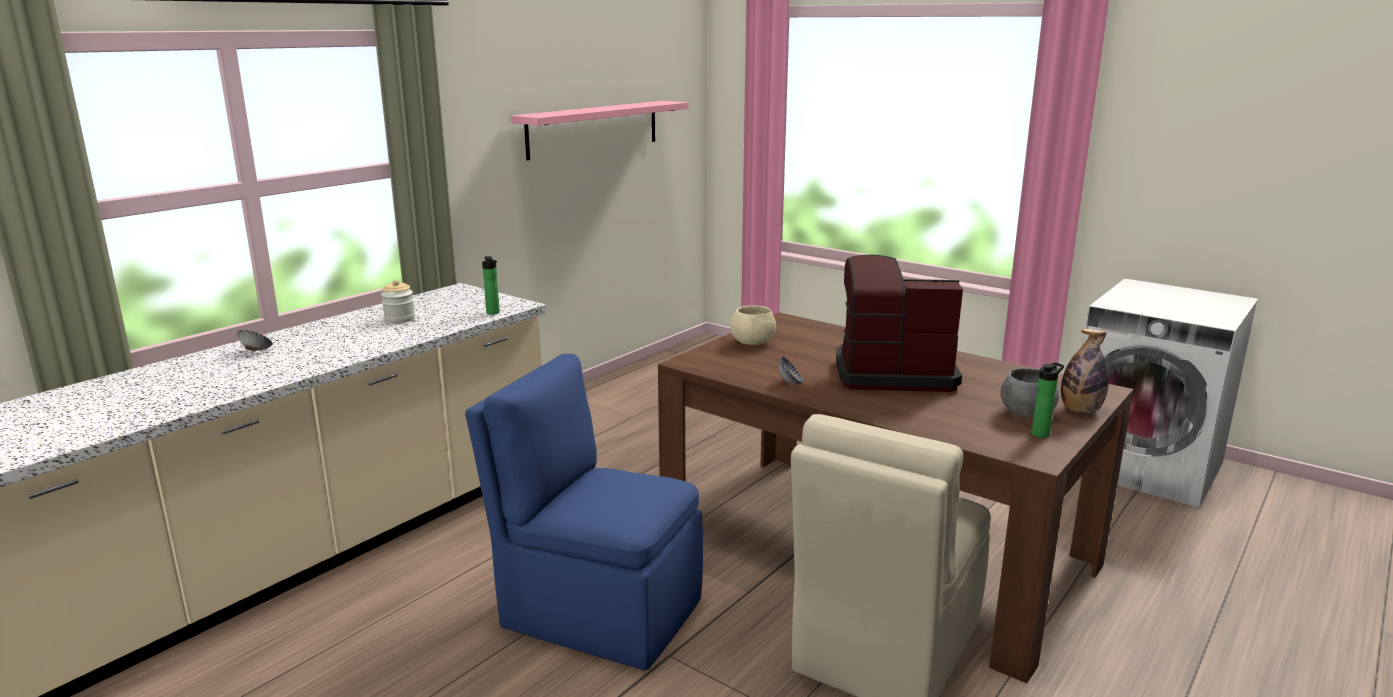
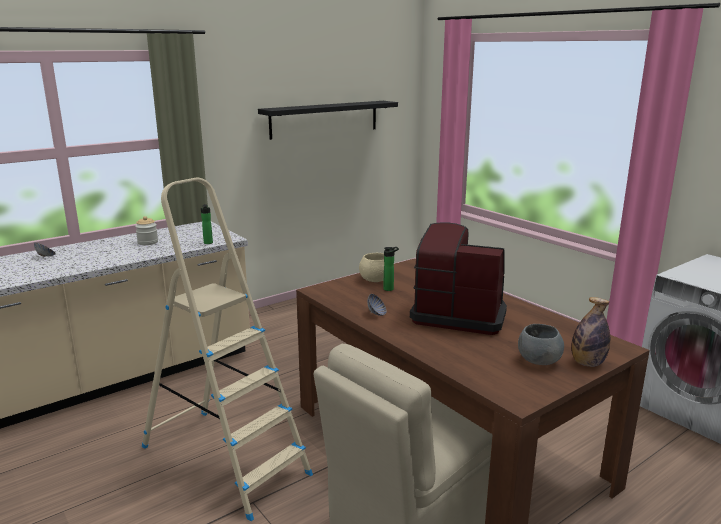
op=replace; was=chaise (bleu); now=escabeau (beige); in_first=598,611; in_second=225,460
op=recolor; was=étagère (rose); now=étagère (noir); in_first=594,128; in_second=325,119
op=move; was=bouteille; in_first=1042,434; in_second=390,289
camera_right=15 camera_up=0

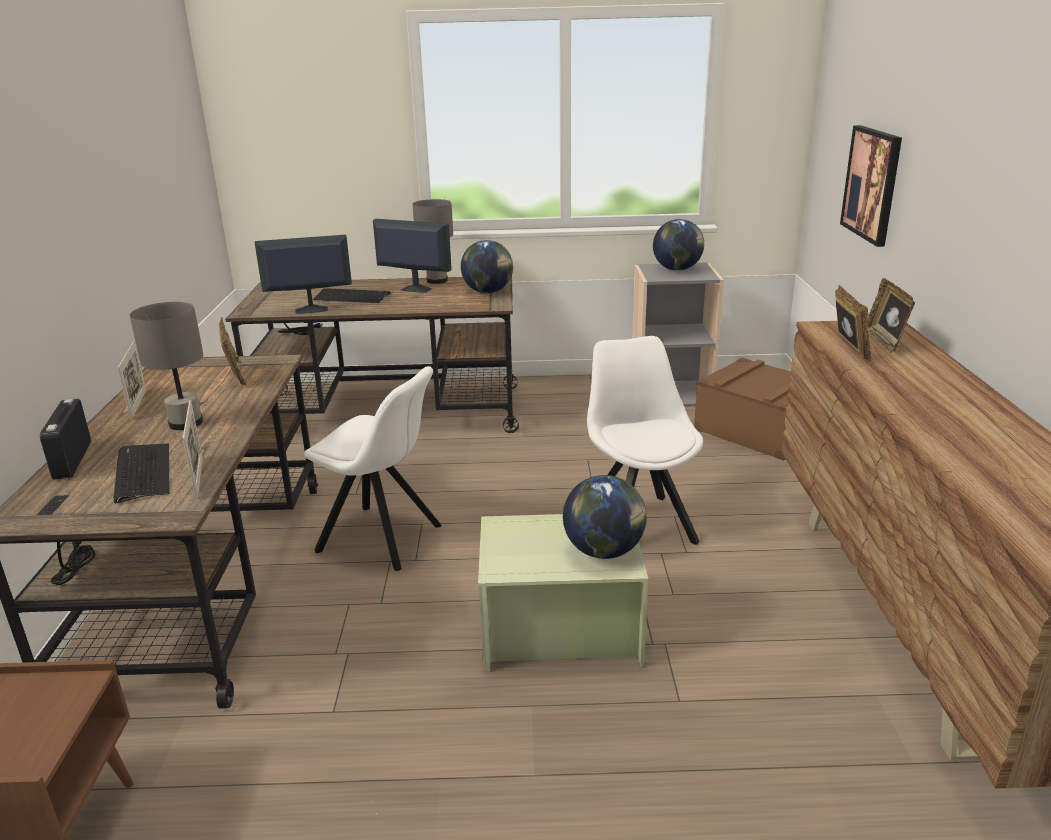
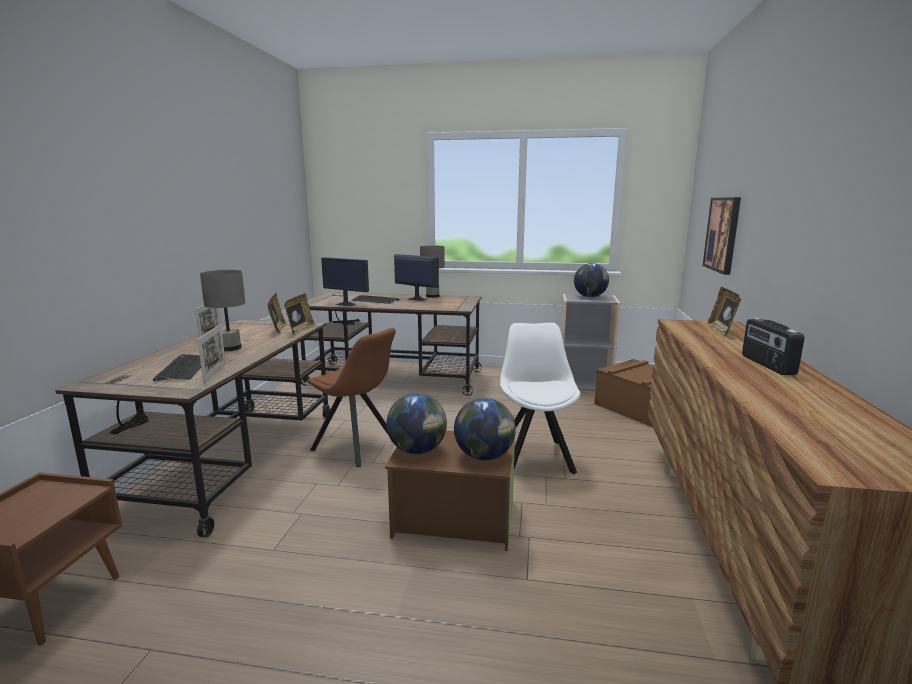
op=move; was=cadre photo; in_first=847,349; in_second=300,330
op=recolor; was=chaise (blanc); now=chaise (marron); in_first=381,538; in_second=356,447
op=rotate; was=écran d'ordinateur; in_first=310,310; in_second=346,304; clockwise=-150
op=recolor; was=boîte de rangement (vert); now=boîte de rangement (marron); in_first=559,629; in_second=454,517
op=move; was=globe; in_first=488,292; in_second=417,450
op=move; was=radio; in_first=71,460; in_second=766,365
camera_right=10 camera_up=-10

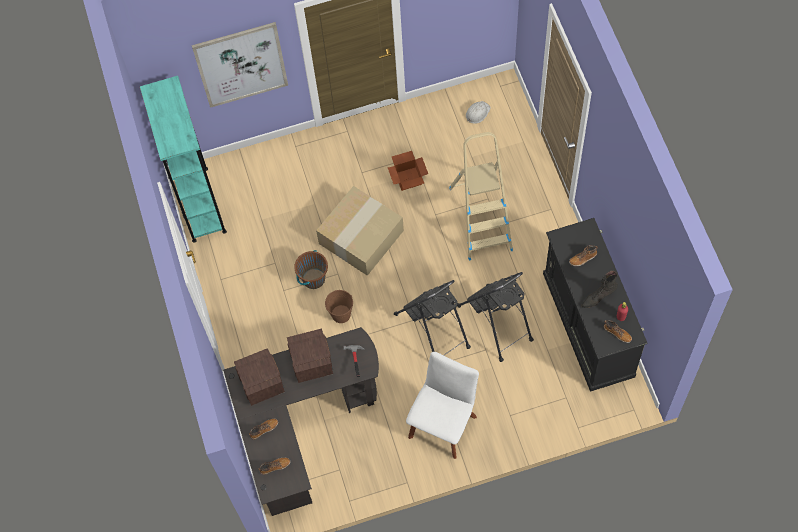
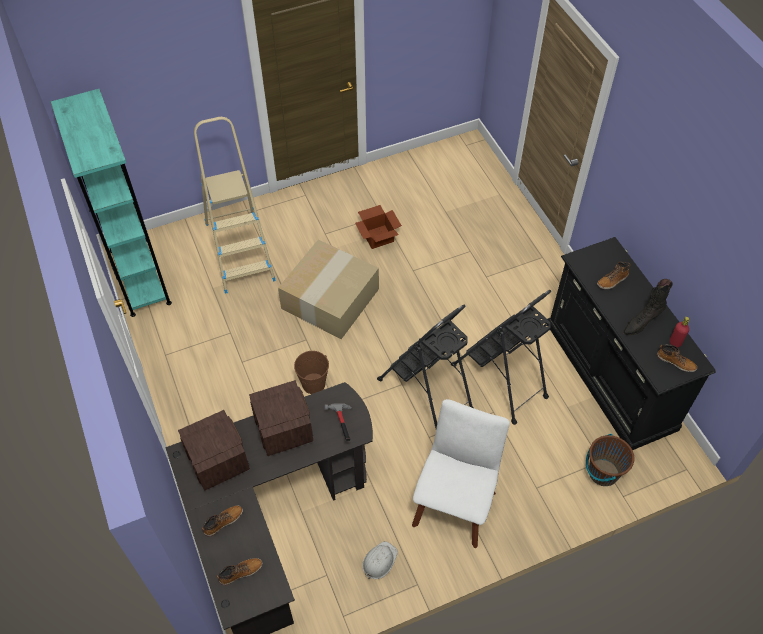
op=move; was=escabeau (beige); in_first=480,219; in_second=239,251
op=move; was=casque de chantier (blanc); in_first=477,113; in_second=379,561
op=move; was=seau (marron); in_first=313,279; in_second=603,473
op=delete; was=tableau; in_first=241,64
camera_right=-10 camera_up=-10

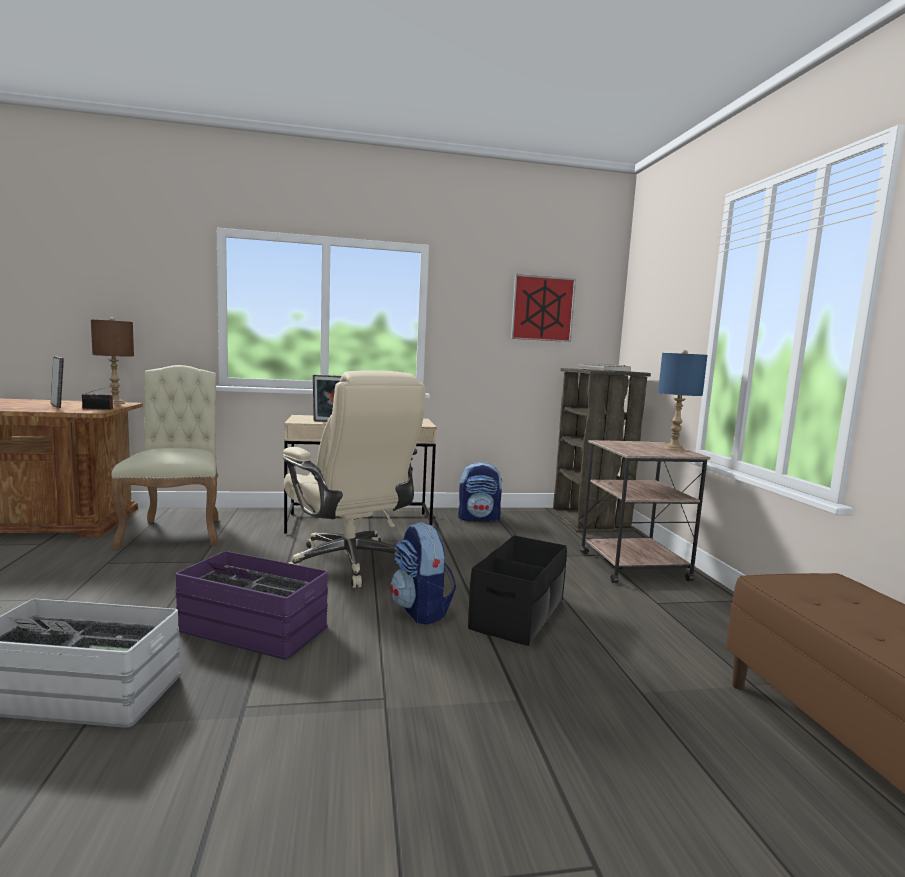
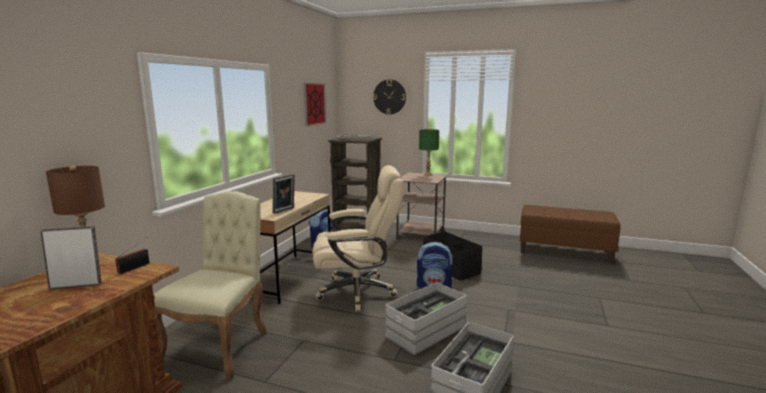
op=rotate; was=chaise (beige); in_first=176,532; in_second=220,347; clockwise=90
op=insert; now=horloge murale; in_second=389,97
op=recolor; was=boîte de rangement (violet); now=boîte de rangement (gris); in_first=252,628; in_second=426,331
op=recolor; was=lampe de table (bleu); now=lampe de table (vert); in_first=674,449; in_second=428,175
camera_right=-60 camera_up=5

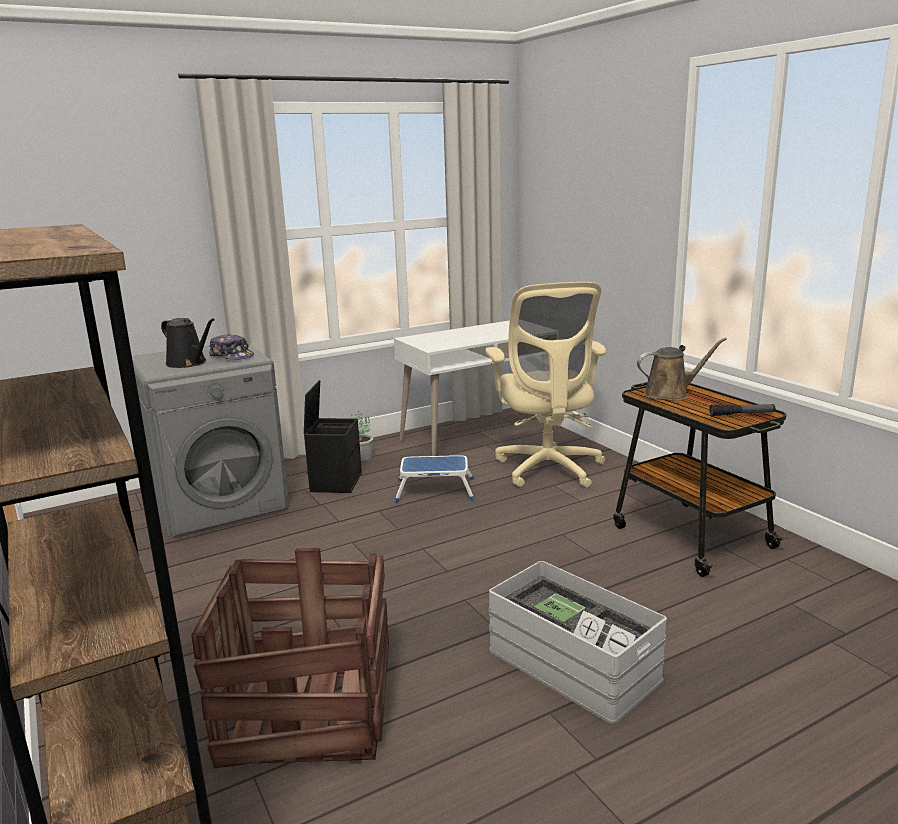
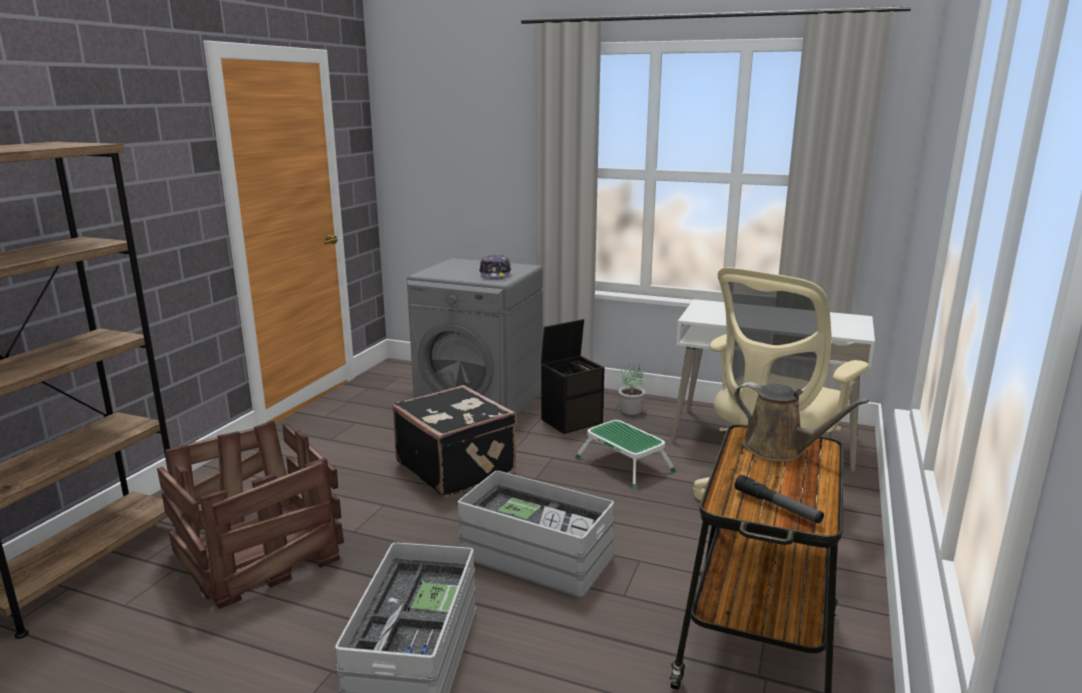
op=insert; now=valise (noir); in_second=457,467
op=insert; now=boîte de rangement (gris); in_second=537,555
op=recolor; was=escabeau (bleu); now=escabeau (vert); in_first=435,490; in_second=624,464
op=delete; was=arrosoir (noir); in_first=189,363
camera_right=50 camera_up=0

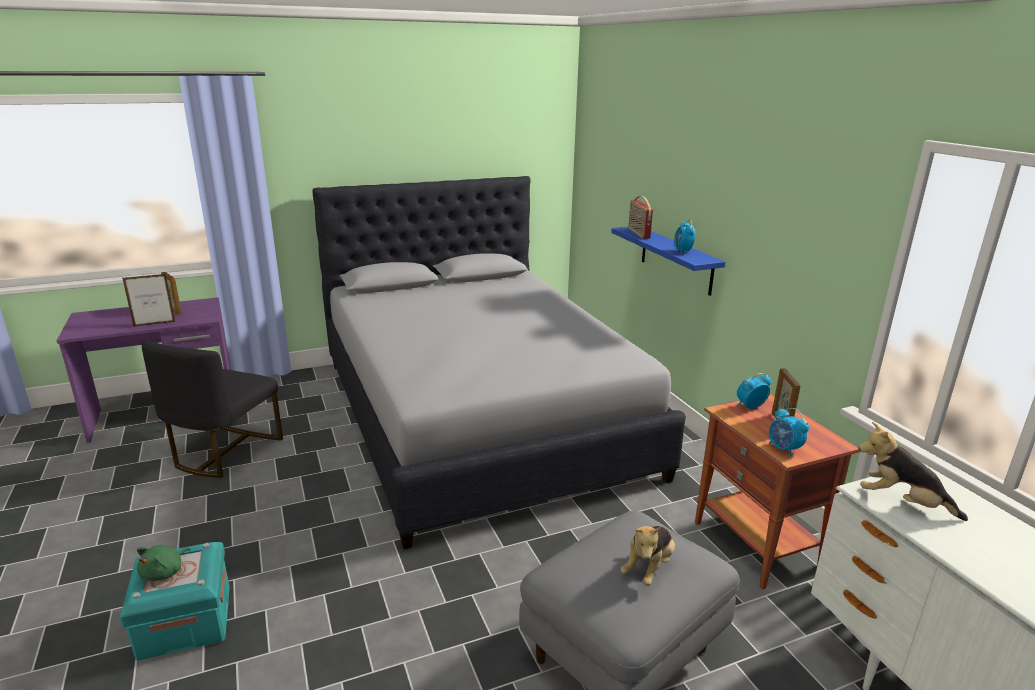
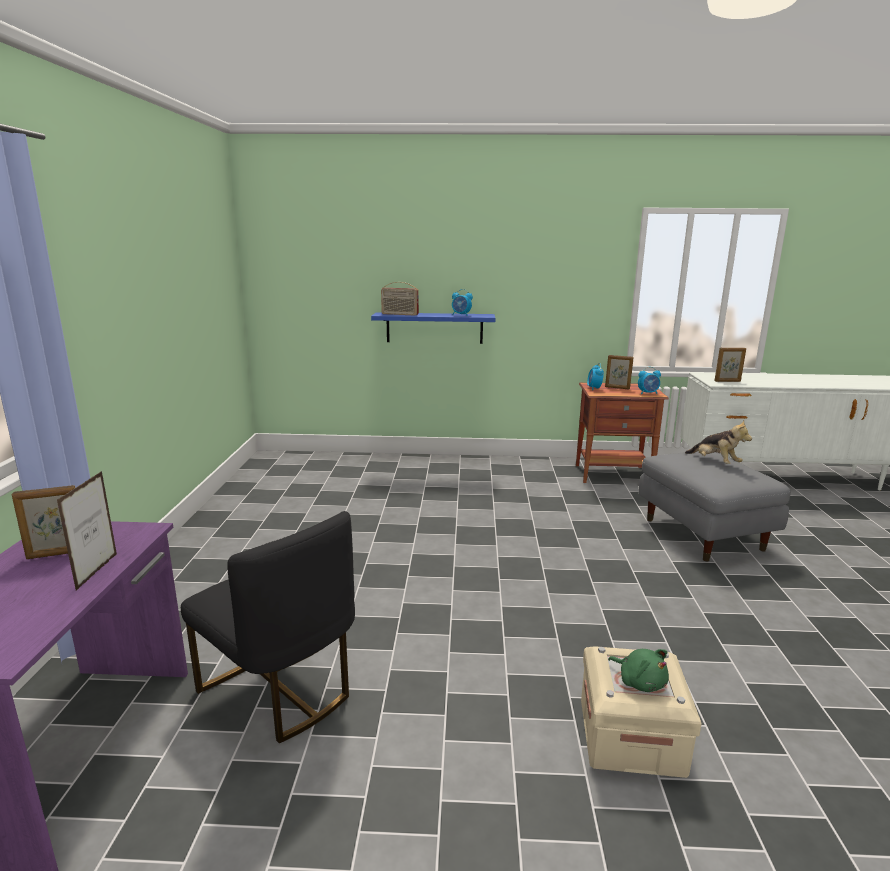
op=recolor; was=boîte de rangement (turquoise); now=boîte de rangement (beige); in_first=185,621; in_second=631,737
op=replace; was=peluche; now=cadre photo; in_first=901,503; in_second=727,381
op=delete; was=lit (gris); in_first=478,415
camera_right=-65 camera_up=-5

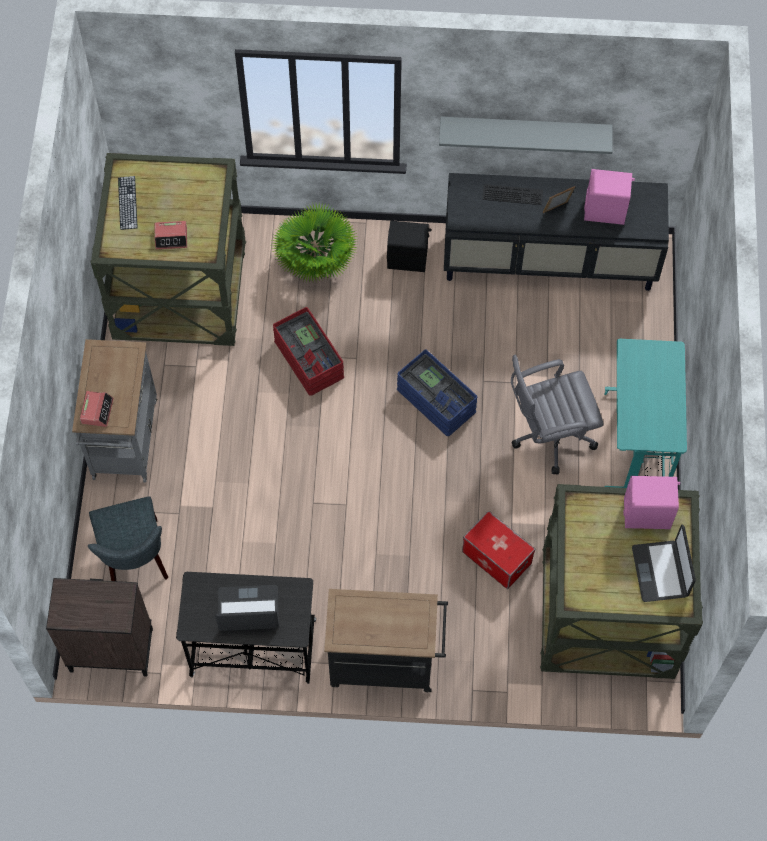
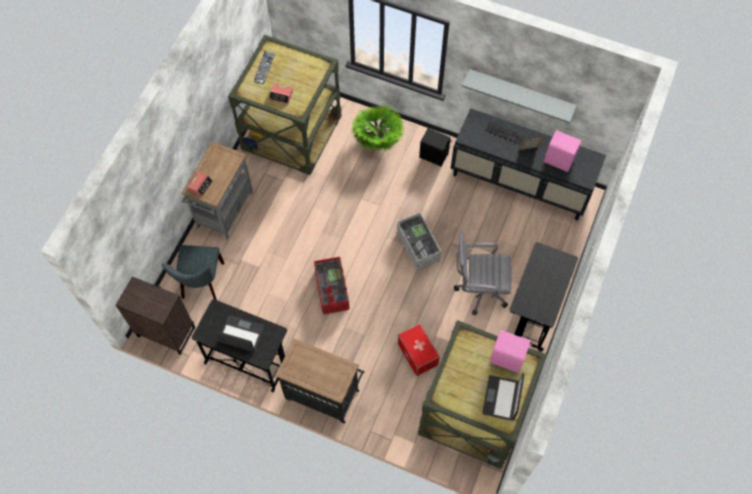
op=move; was=boîte de rangement (rouge); in_first=309,358; in_second=332,289
op=recolor; was=boîte de rangement (bleu); now=boîte de rangement (gris); in_first=437,399; in_second=418,245
op=recolor; was=bureau (turquoise); now=bureau (noir); in_first=636,443; in_second=532,312
camera_right=20 camera_up=0

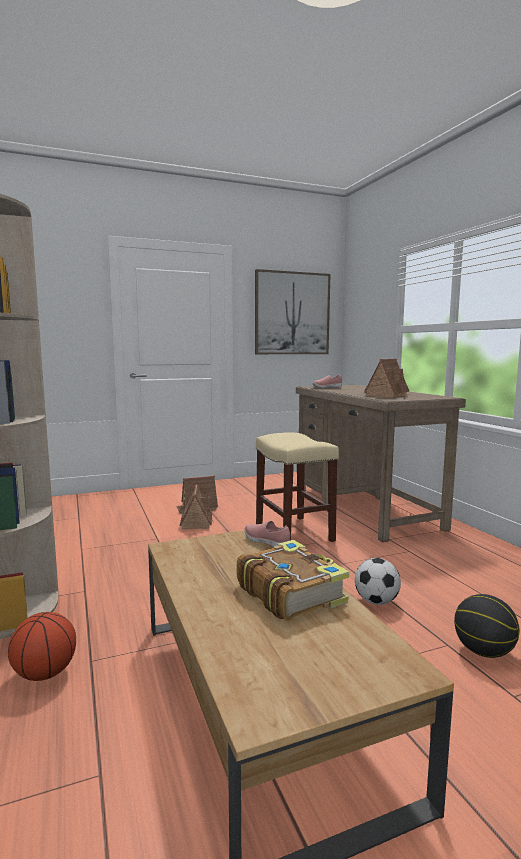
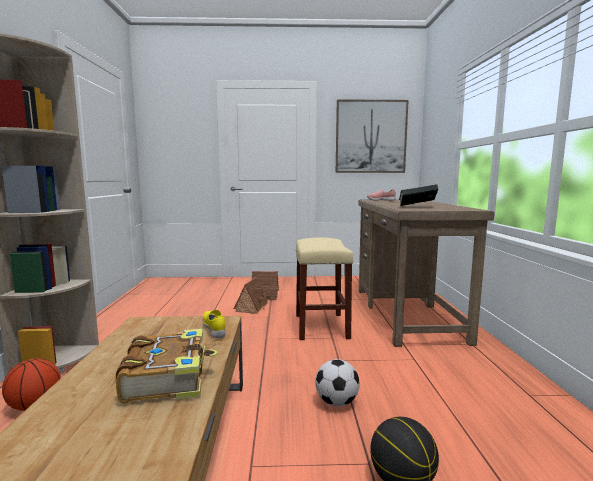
op=recolor; was=chaussure (rose); now=chaussure (jaune); in_first=267,543; in_second=215,330
op=replace; was=maison miniature; now=livre; in_first=387,395; in_second=417,206
camera_right=20 camera_up=0

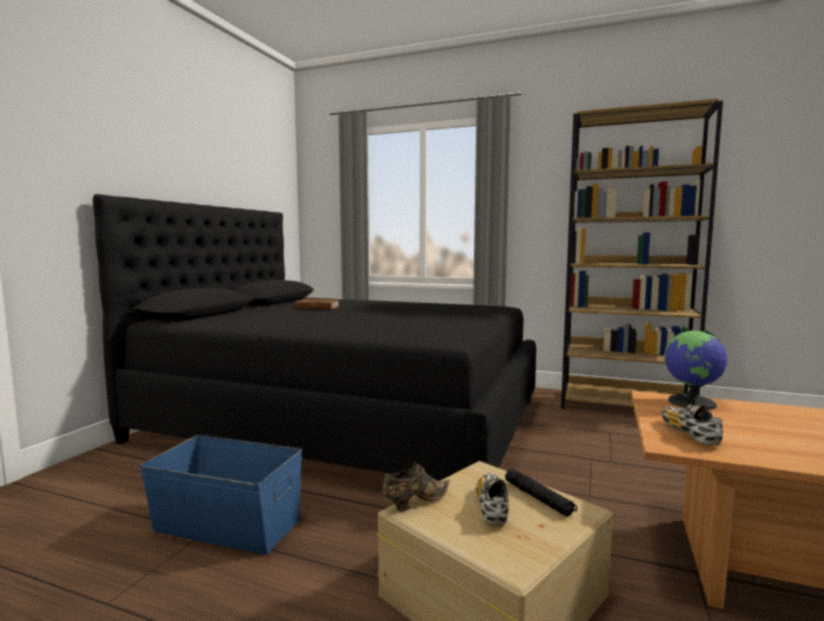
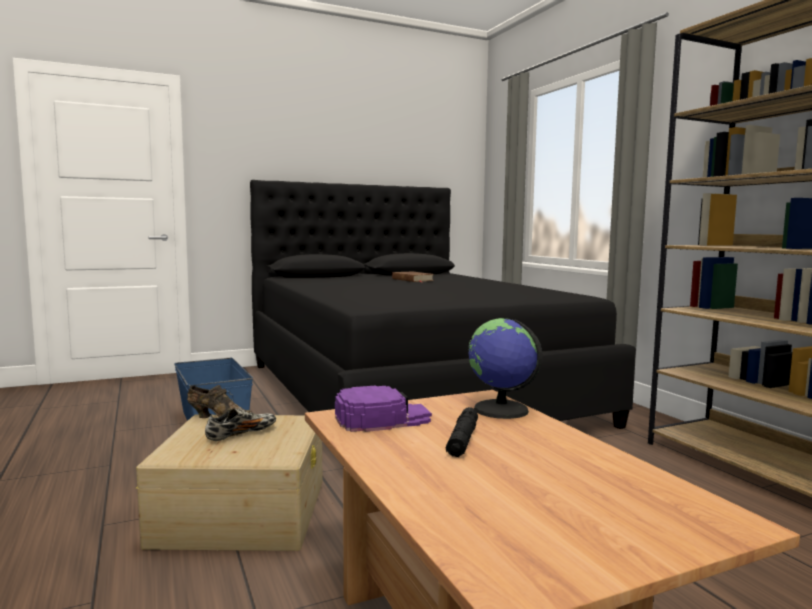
op=replace; was=chaussure; now=casquette (violet); in_first=688,434; in_second=382,418
op=move; was=lampe de poche (noir); in_first=538,499; in_second=462,440
camera_right=45 camera_up=0

